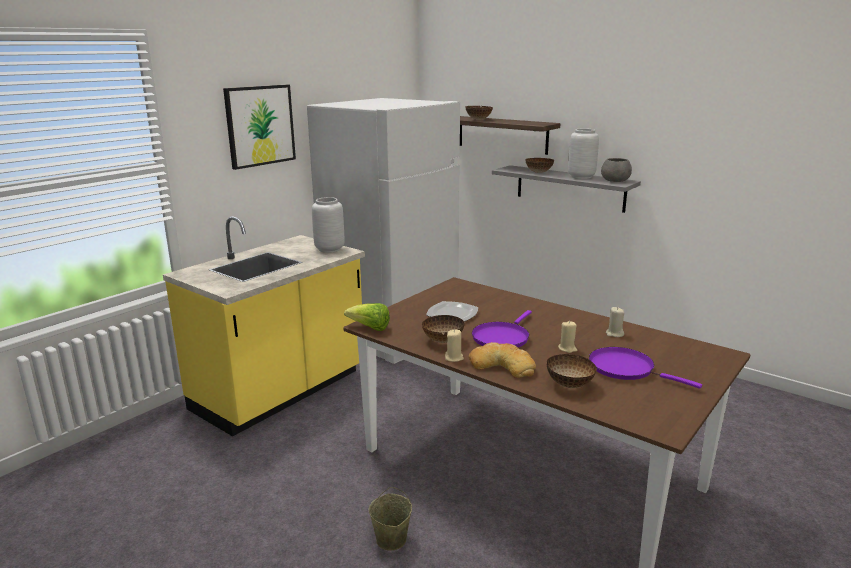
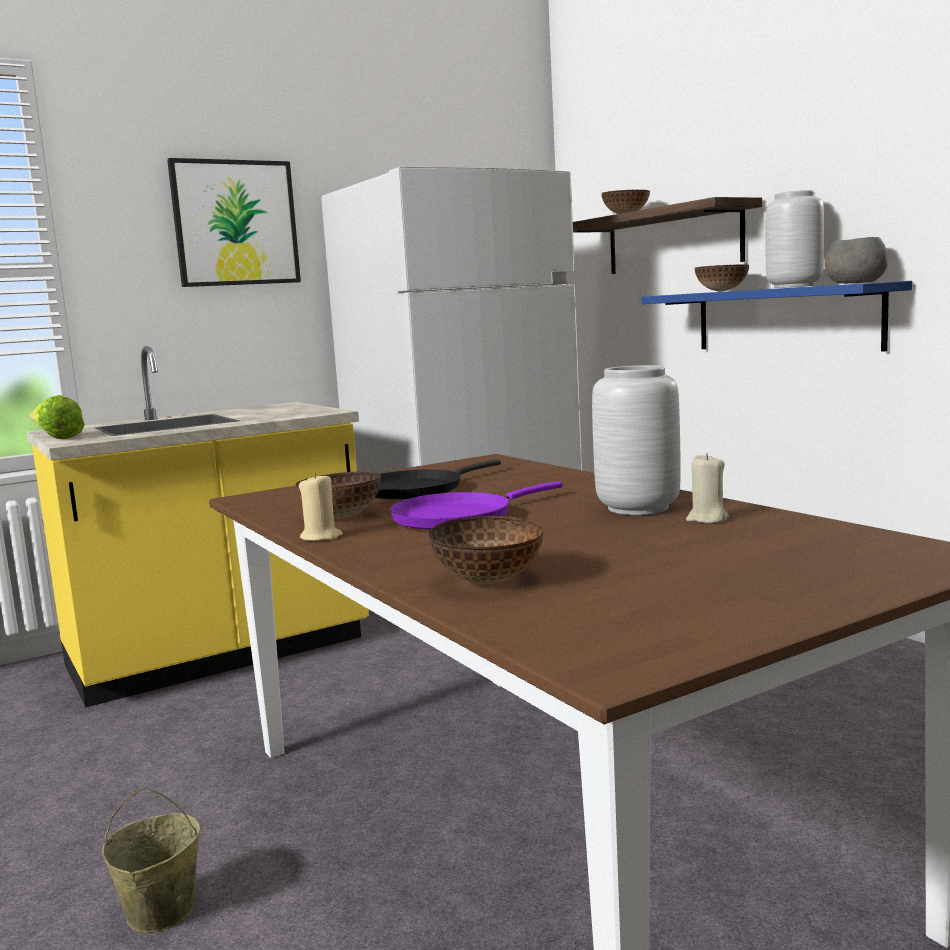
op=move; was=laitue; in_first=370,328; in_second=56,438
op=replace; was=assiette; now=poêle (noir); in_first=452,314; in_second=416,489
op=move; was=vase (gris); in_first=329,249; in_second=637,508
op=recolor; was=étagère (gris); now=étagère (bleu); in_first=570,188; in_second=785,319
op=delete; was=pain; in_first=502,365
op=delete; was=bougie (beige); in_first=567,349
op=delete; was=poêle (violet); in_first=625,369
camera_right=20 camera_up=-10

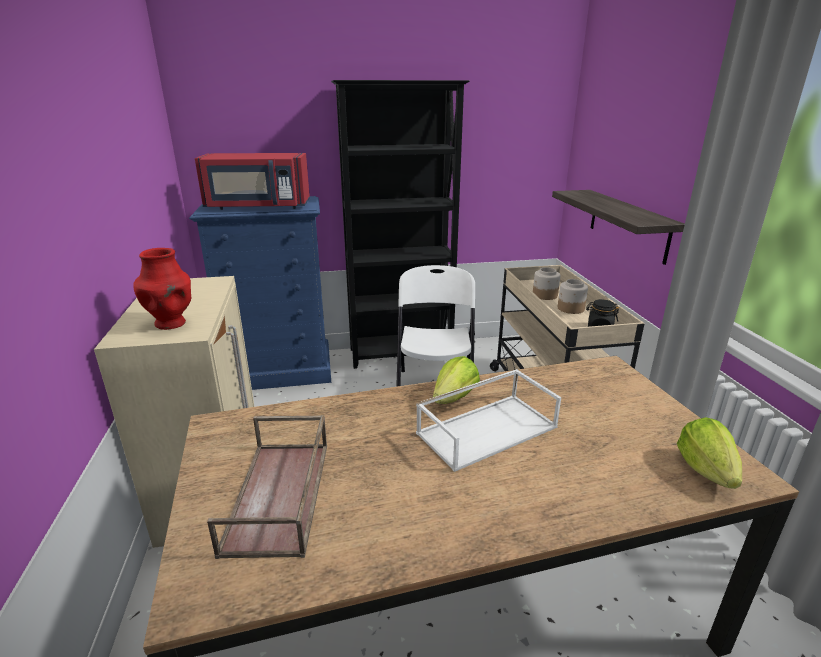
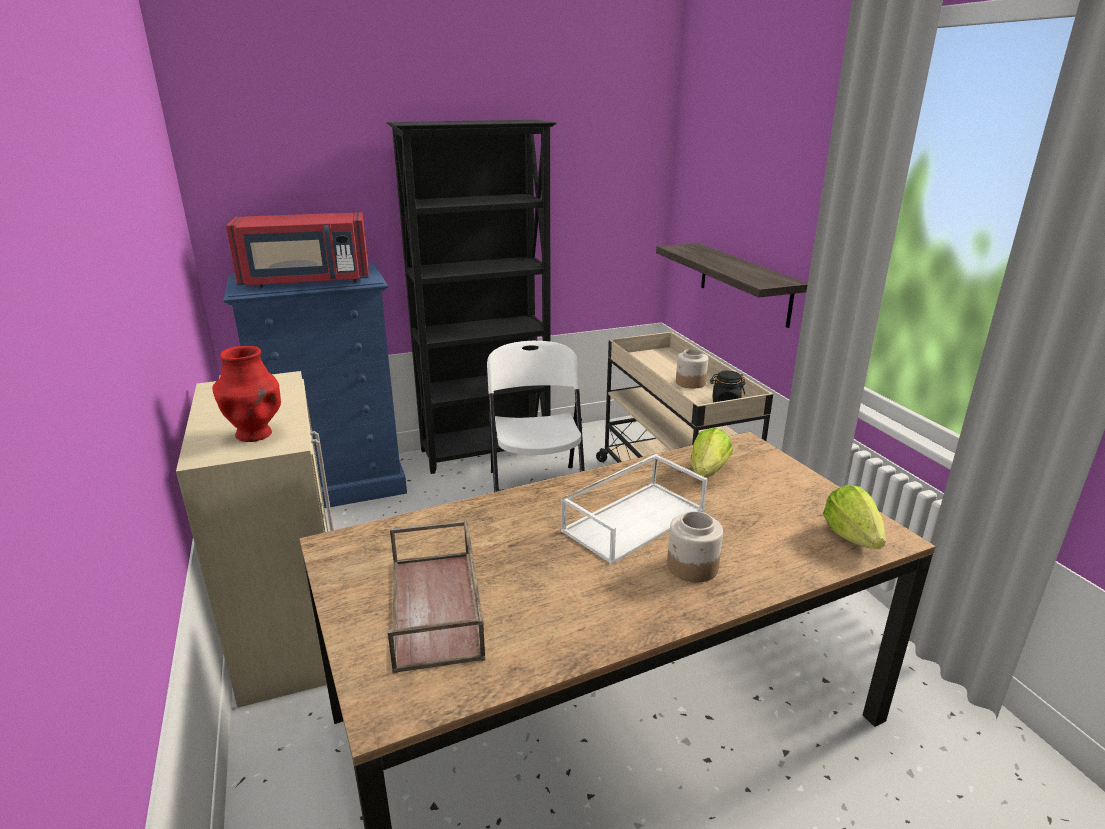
op=move; was=bocal; in_first=544,295; in_second=692,567
op=move; was=laitue; in_first=454,398; in_second=708,472
camera_right=-10 camera_up=0

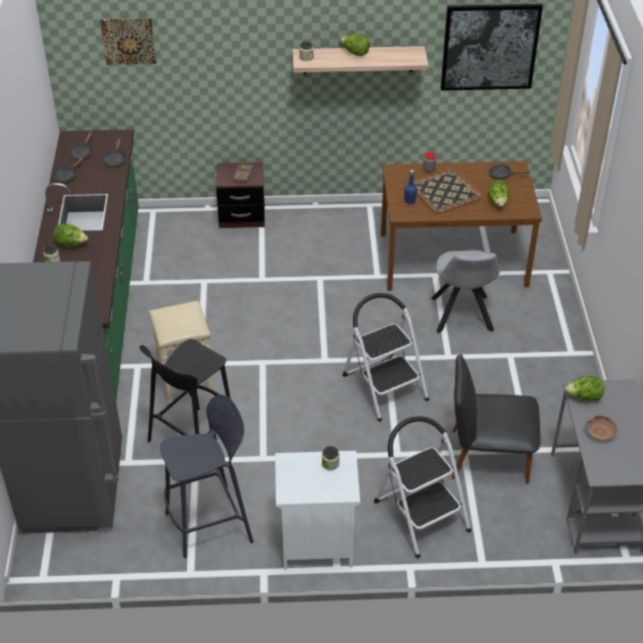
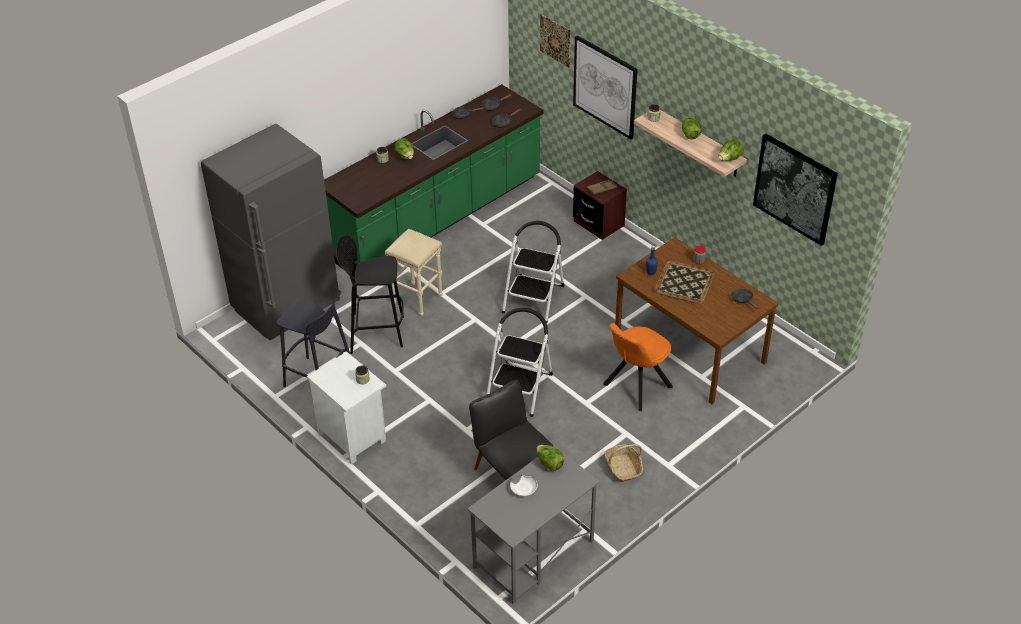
op=move; was=escabeau; in_first=420,514; in_second=534,298
op=recolor; was=bol (marron); now=bol (blanc); in_first=600,432; in_second=524,489
op=insert; now=tableau; in_second=605,87
op=recolor; was=chaise (gris); now=chaise (orange); in_first=462,315; in_second=636,386
op=insert; now=panier; in_second=623,468
op=move; was=laitue; in_first=498,202; in_second=729,159
camera_right=50 camera_up=0

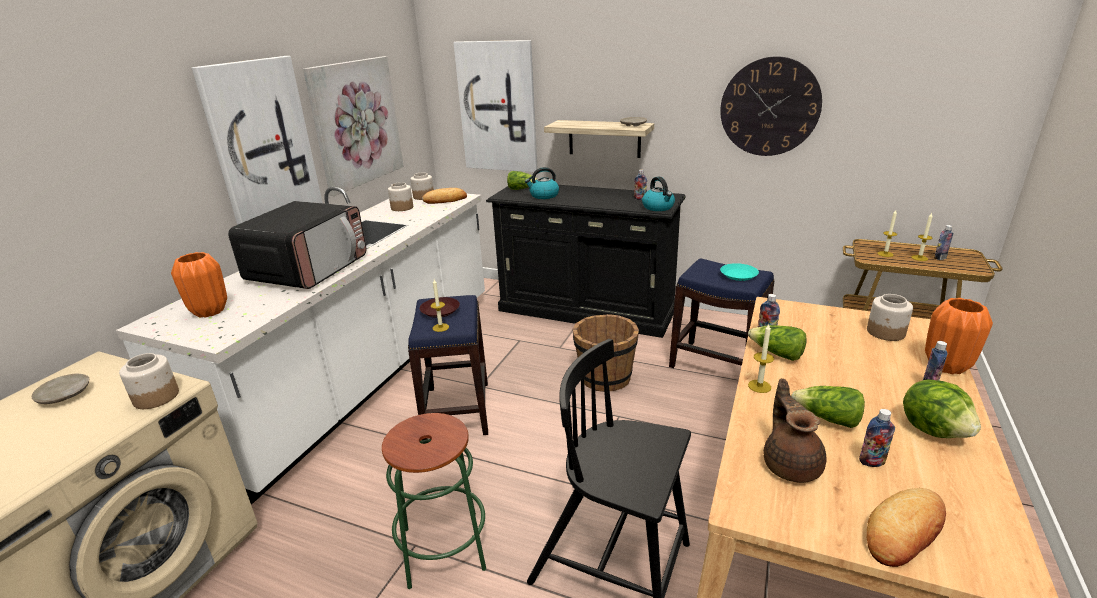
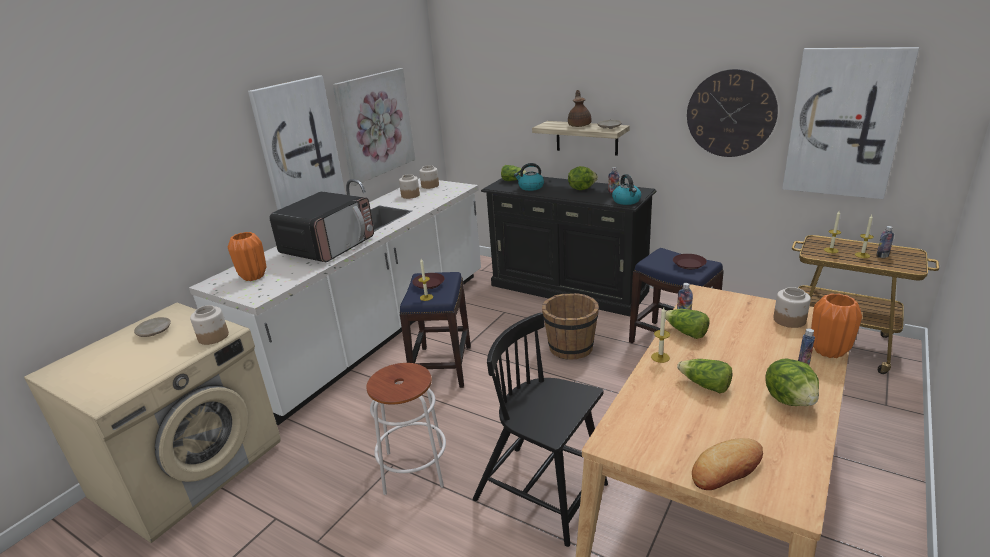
op=recolor; was=tabouret (vert); now=tabouret (blanc); in_first=443,548; in_second=414,469
op=move; was=théière (marron); in_first=791,464; in_second=579,125
op=insert; now=laitue; in_second=581,188
op=recolor; was=assiette (turquoise); now=assiette (marron); in_first=739,275; in_second=689,264
op=move; was=tableau; in_first=498,107; in_second=844,123
op=delete; was=pain; in_first=445,200
op=delete; was=bouteille; in_first=871,462
camera_right=10 camera_up=0

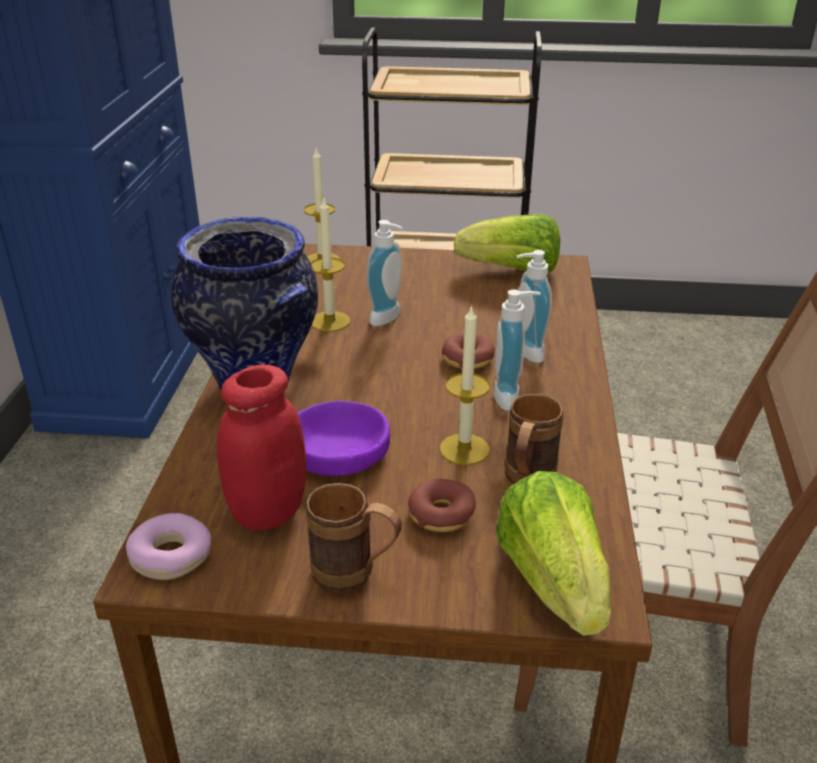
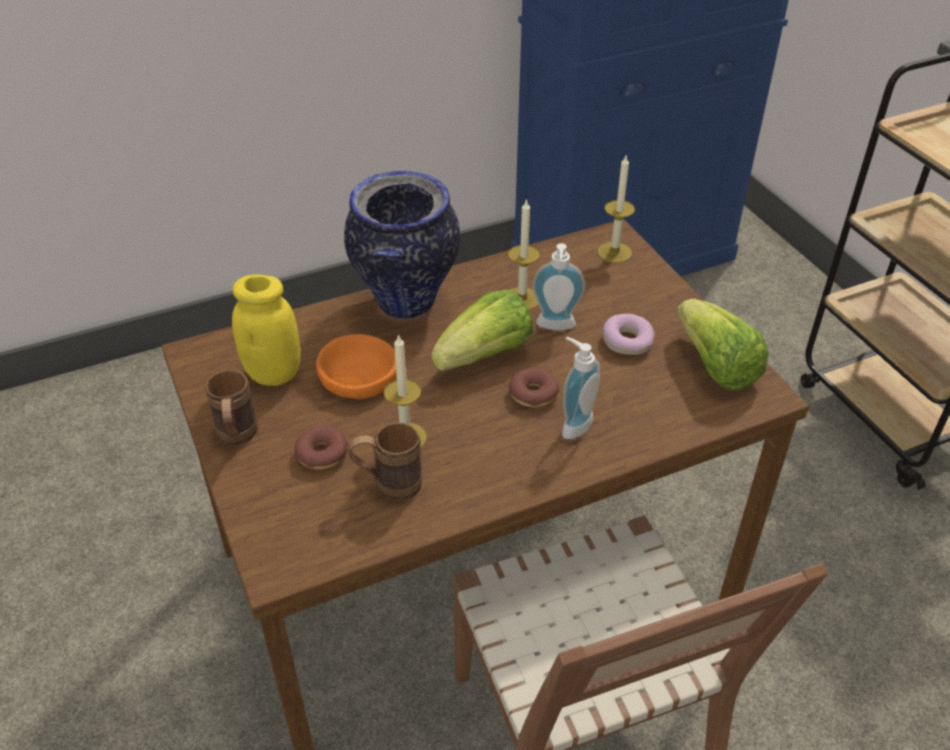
op=recolor; was=bocal (rouge); now=bocal (jaune); in_first=267,512; in_second=274,373
op=recolor; was=bol (violet); now=bol (orange); in_first=338,450; in_second=358,376
op=move; was=laitue; in_first=553,581; in_second=485,355
op=move; was=beignet; in_first=171,556; in_second=627,341
op=delete; was=distributeur de savon; in_first=512,397
camera_right=60 camera_up=10

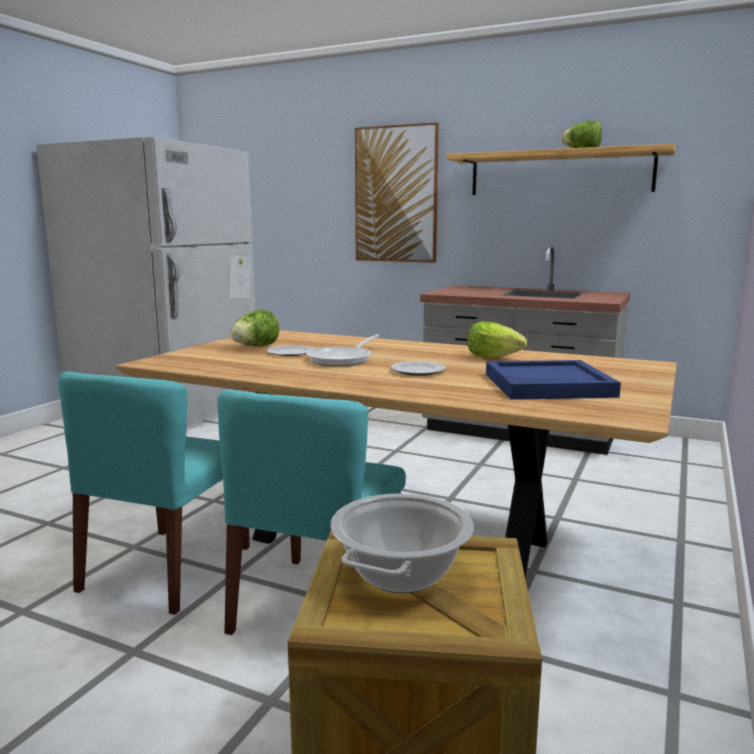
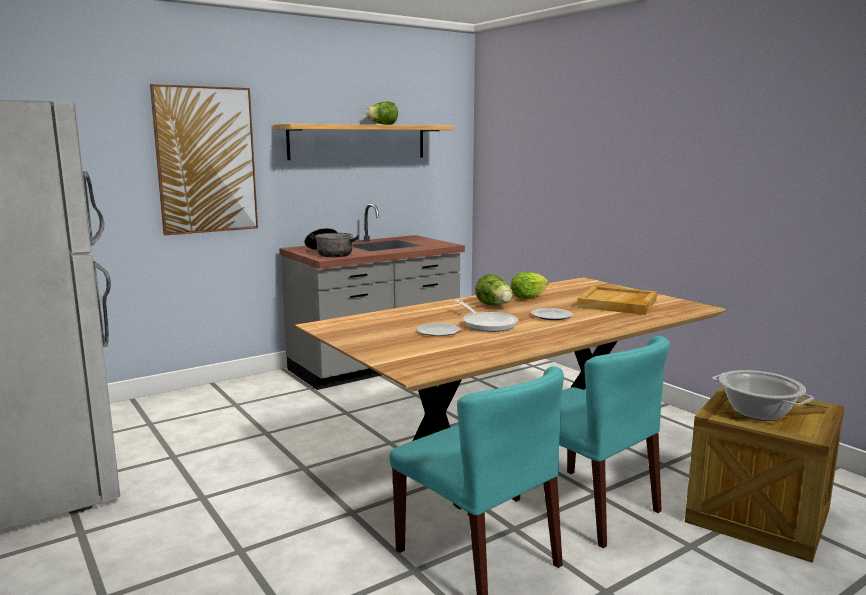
op=insert; now=marmite; in_second=330,253
op=move; was=laitue; in_first=255,347; in_second=494,306
op=recolor; was=plateau (bleu); now=plateau (beige); in_first=547,385; in_second=618,304
camera_right=-60 camera_up=0

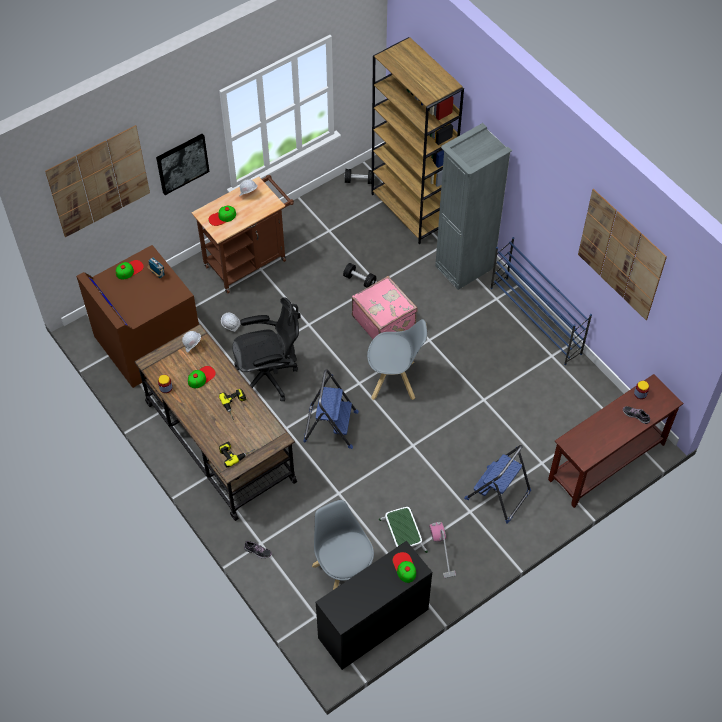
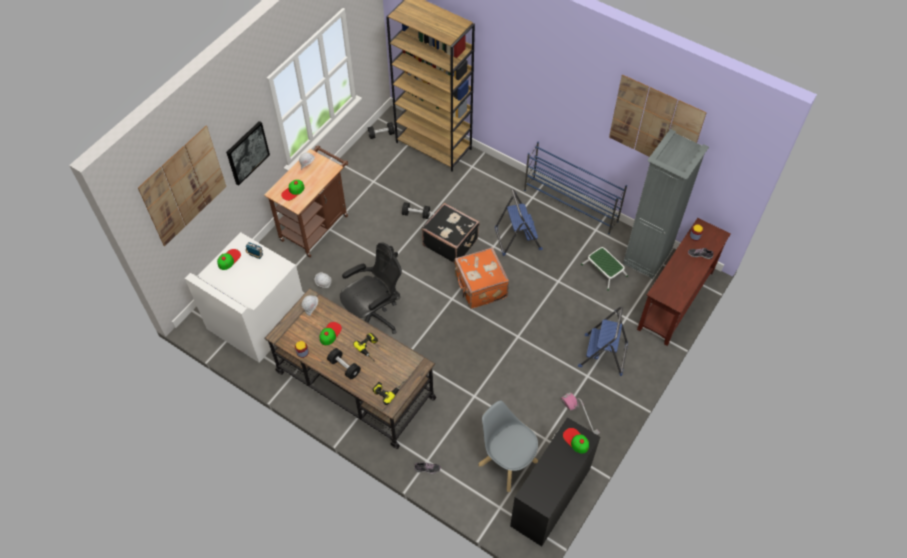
op=recolor; was=lave-linge (marron); now=lave-linge (blanc); in_first=148,341; in_second=256,318
op=insert; now=haltère (noir); in_second=344,367
op=recolor; was=valise (rose); now=valise (noir); in_first=384,321; in_second=450,242
op=replace; was=chaise (gris); now=valise (orange); in_first=394,380; in_second=480,287
op=move; was=escabeau (bleu); in_first=328,425; in_second=516,238
op=move; was=escabeau (vert); in_first=402,535; in_second=604,270
op=move; was=meuble de rangement (gris); in_first=464,267; in_second=647,257
camera_right=-20 camera_up=0

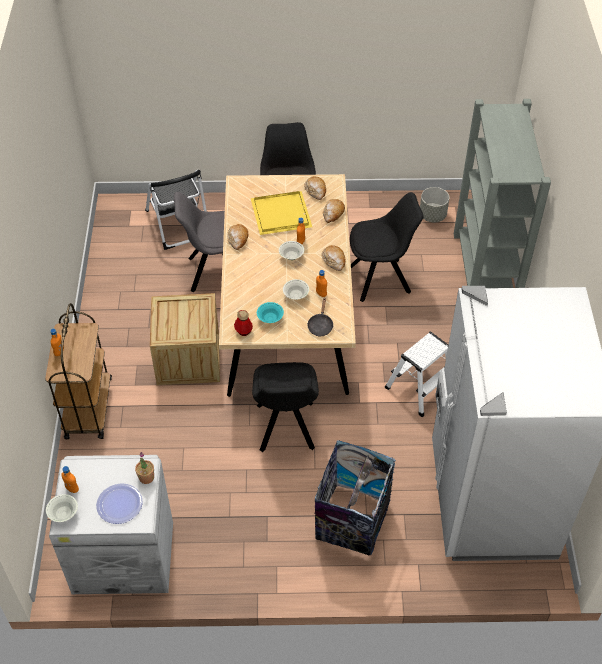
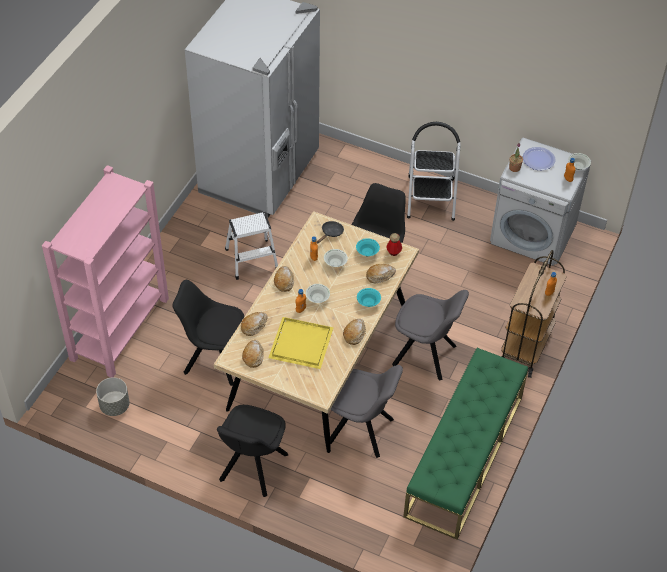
op=recolor; was=bibliothèque (gris); now=bibliothèque (rose); in_first=484,273; in_second=119,328
op=insert; now=bol (turquoise); in_second=368,303
op=insert; now=pain; in_second=380,275
op=replace; was=caisse; now=chaise (gris); in_first=188,358; in_second=425,355
op=insert; now=banc (vert); in_second=464,456
op=move; was=escabeau; in_first=178,225; in_second=431,196
op=delete; was=poubelle; in_first=352,523
camera_right=-155 camera_up=0

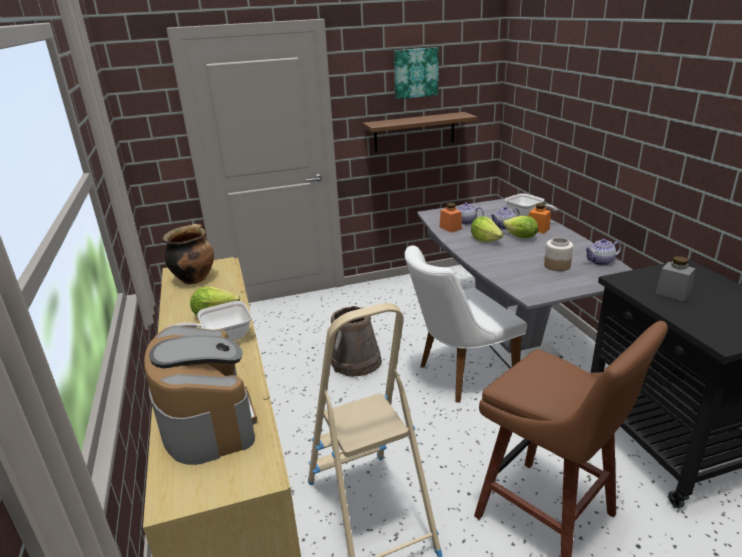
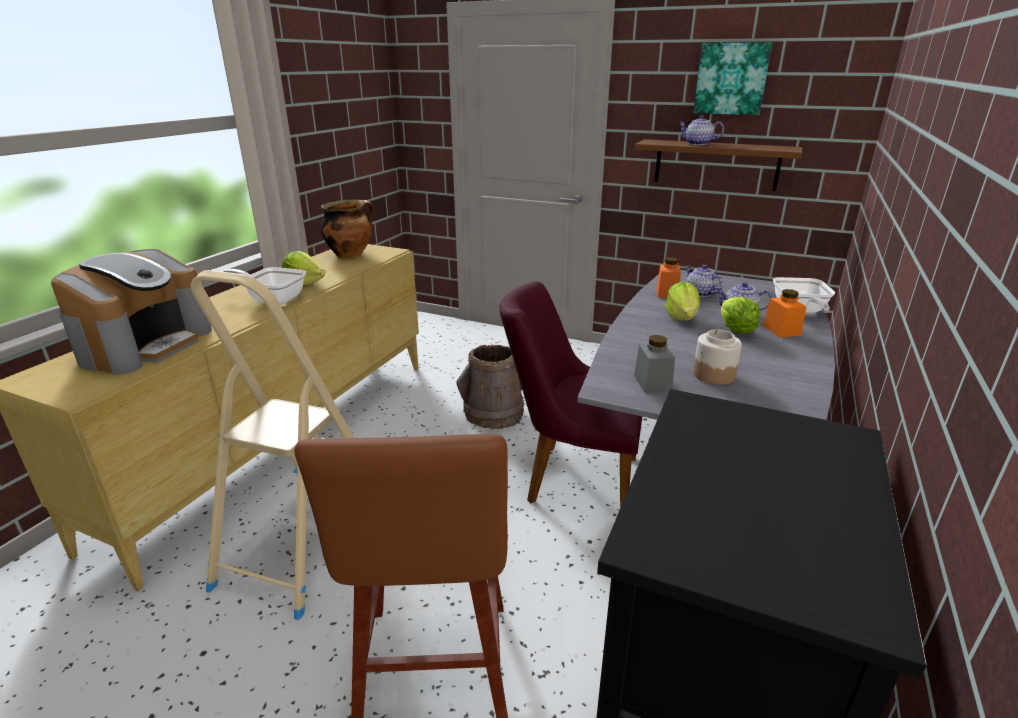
op=recolor; was=chaise (blanc); now=chaise (violet); in_first=458,375; in_second=571,478
op=move; was=bocal (gris); in_first=673,293; in_second=652,383
op=move; was=théière; in_first=600,262; in_second=698,144
camera_right=40 camera_up=0

